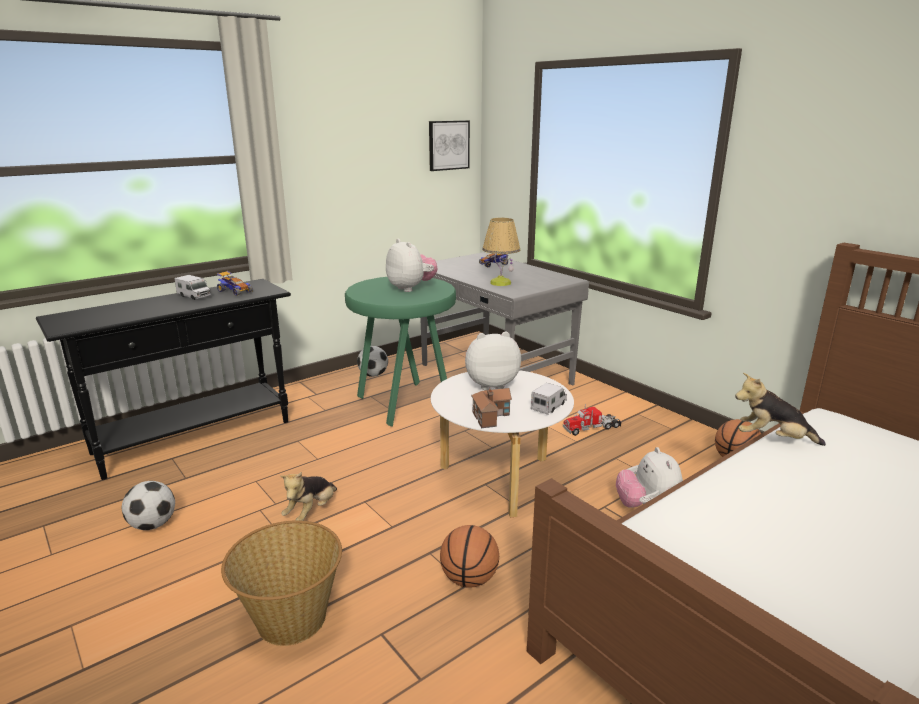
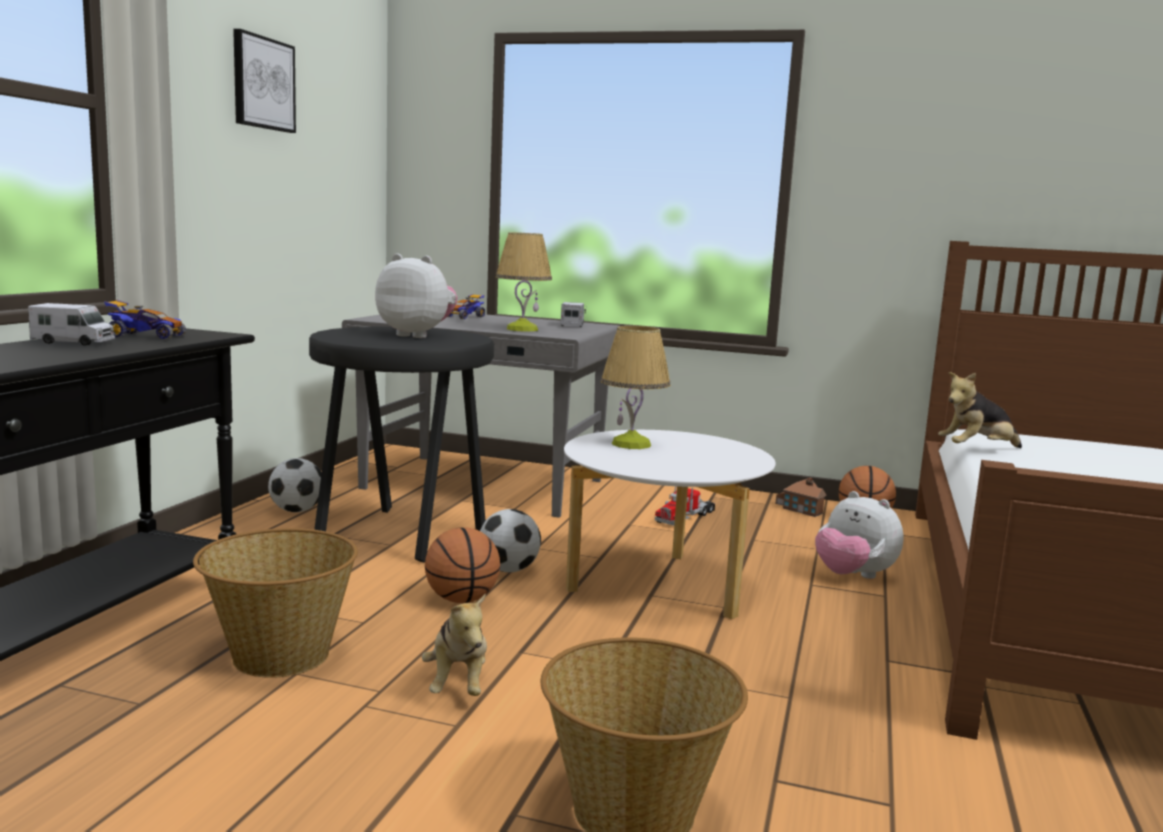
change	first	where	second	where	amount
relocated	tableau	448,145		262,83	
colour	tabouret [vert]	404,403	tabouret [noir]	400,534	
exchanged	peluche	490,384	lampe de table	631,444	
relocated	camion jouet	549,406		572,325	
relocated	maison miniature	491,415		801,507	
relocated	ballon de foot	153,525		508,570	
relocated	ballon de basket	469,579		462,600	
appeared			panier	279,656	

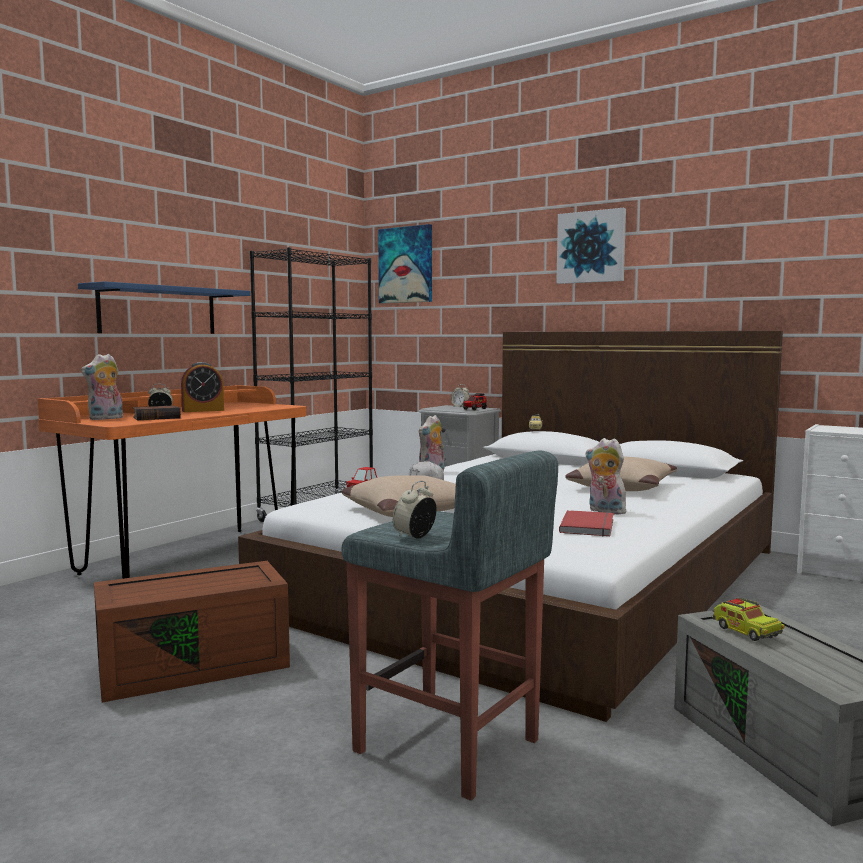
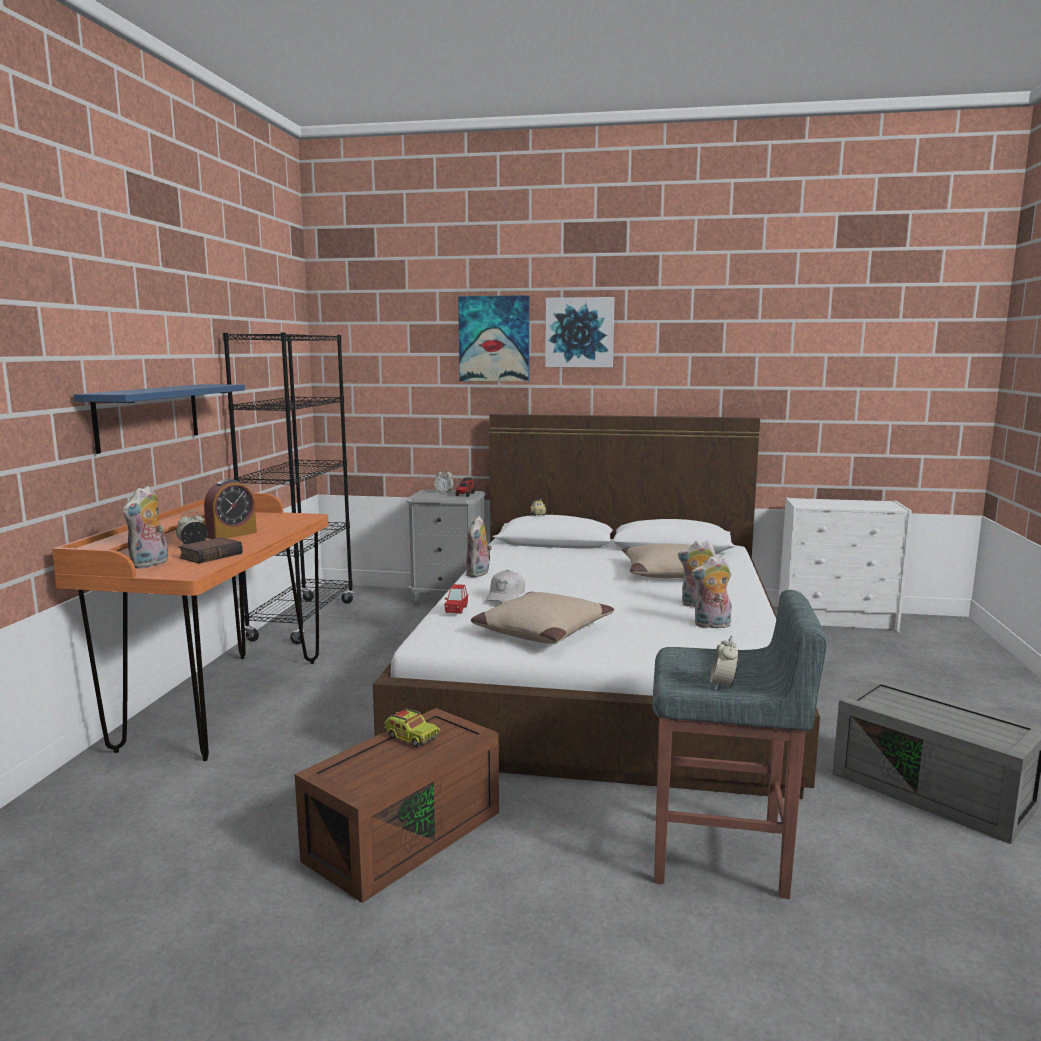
change	first	where	second	where	amount
relocated	tableau	406,265		494,339	
exchanged	livre [rouge]	589,526	peluche	711,625	
relocated	camion jouet	746,631		411,737	

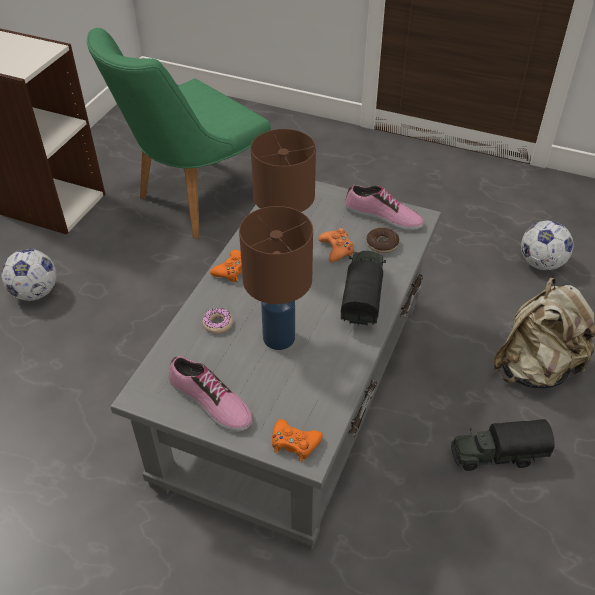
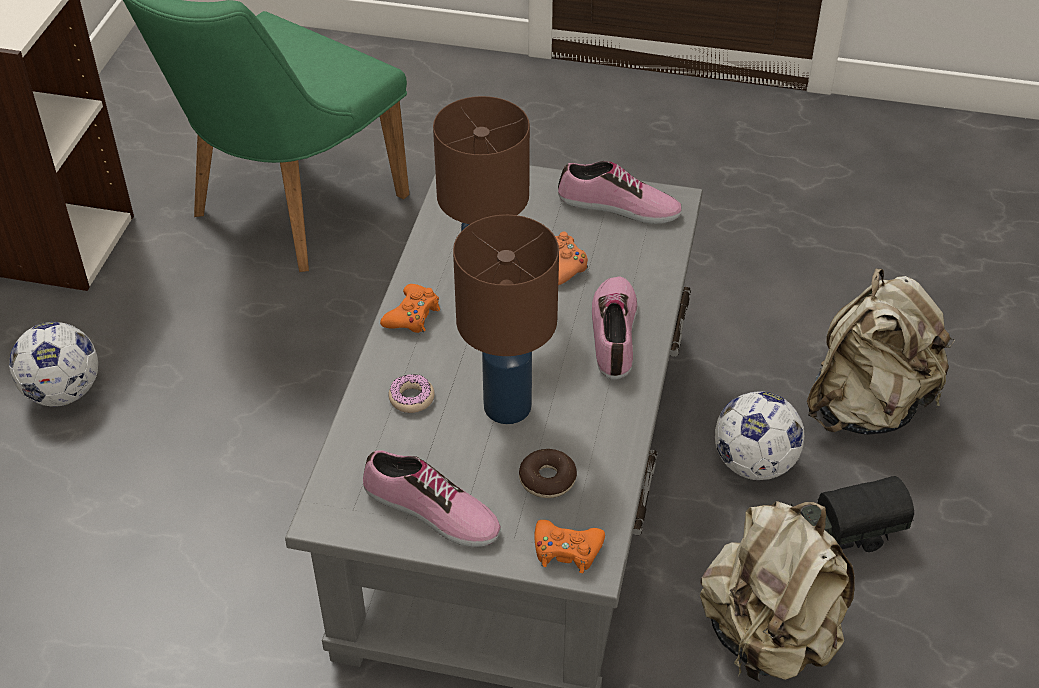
change	first	where	second	where	amount
relocated	ballon de foot	541,263		754,464	
relocated	beignet	382,244		547,480	
exchanged	camion jouet	362,298	chaussure	615,332	
appeared			sac à dos [beige]	769,637	

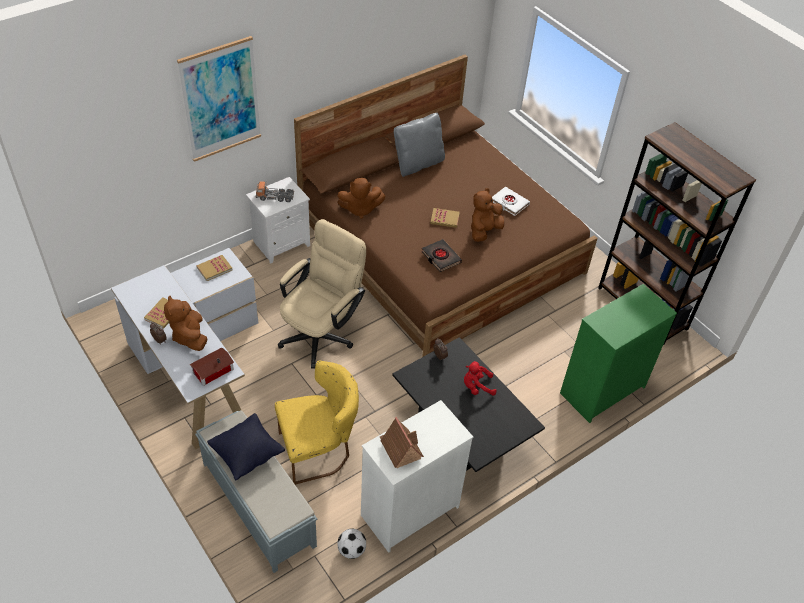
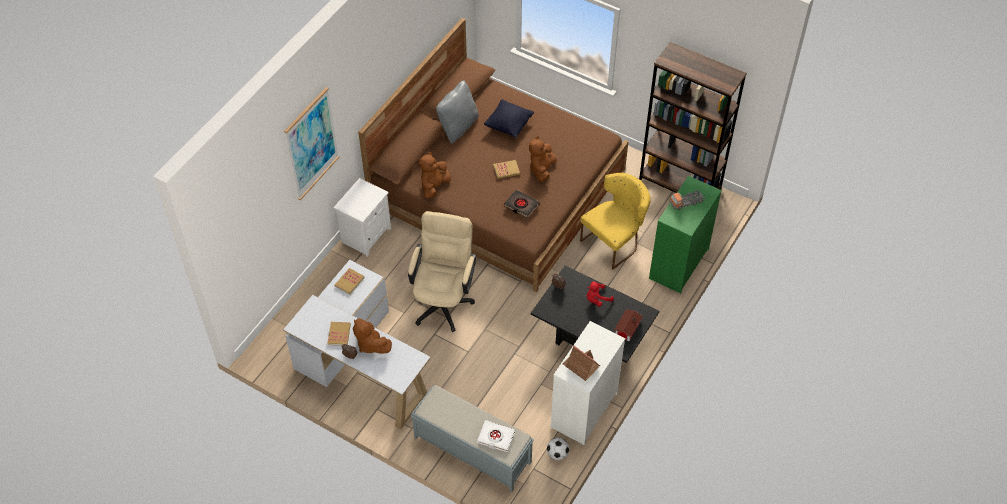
change	first	where	second	where	amount
spun	peluche [marron]	360,209		434,186	150 degrees clockwise
relocated	camion jouet	275,197		686,202	
relocated	livre [blanc]	509,203		496,437	
relocated	maison miniature	211,370		626,328	
relocated	chaise [jaune]	319,450		614,242	
relocated	coussin [noir]	247,454		508,125	

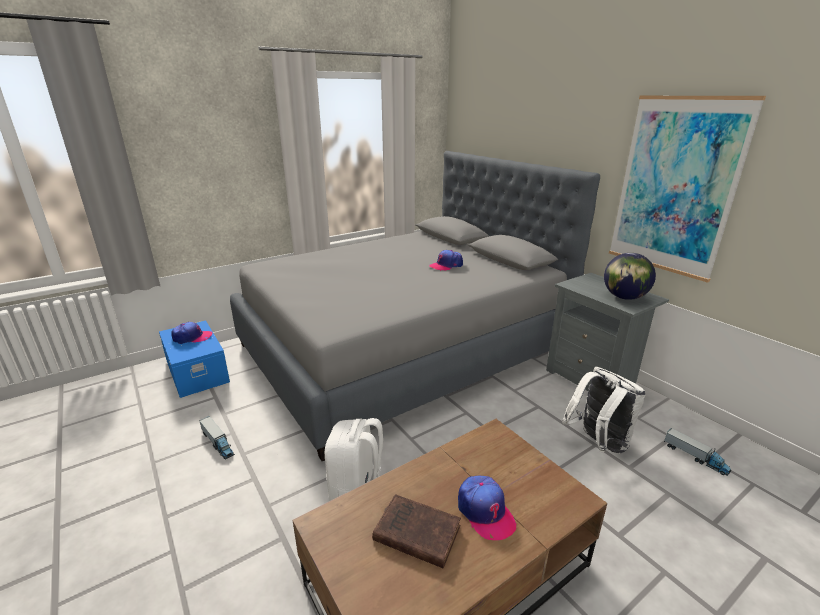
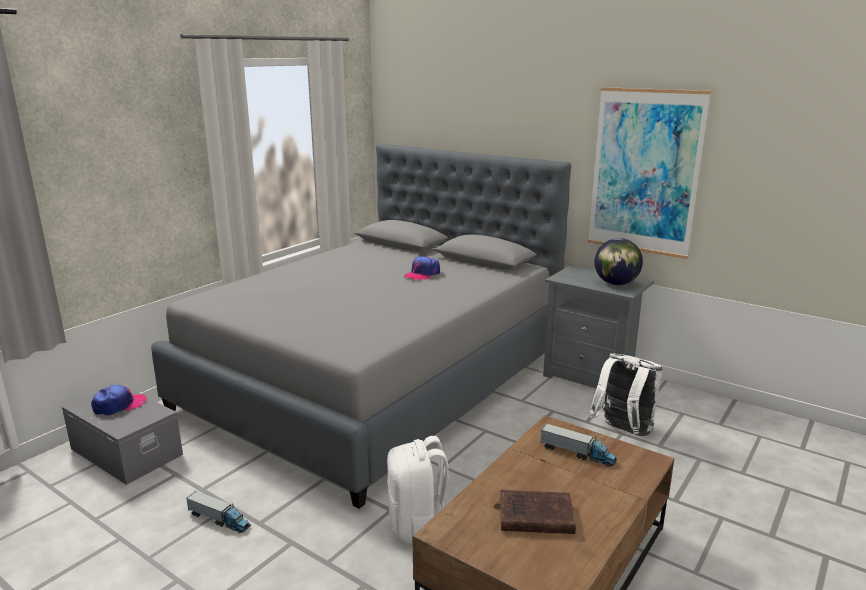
change	first	where	second	where	amount
colour	boîte de rangement [bleu]	198,371	boîte de rangement [gris]	127,451	
relocated	camion jouet	695,457		577,453	
missing	casquette	485,511			

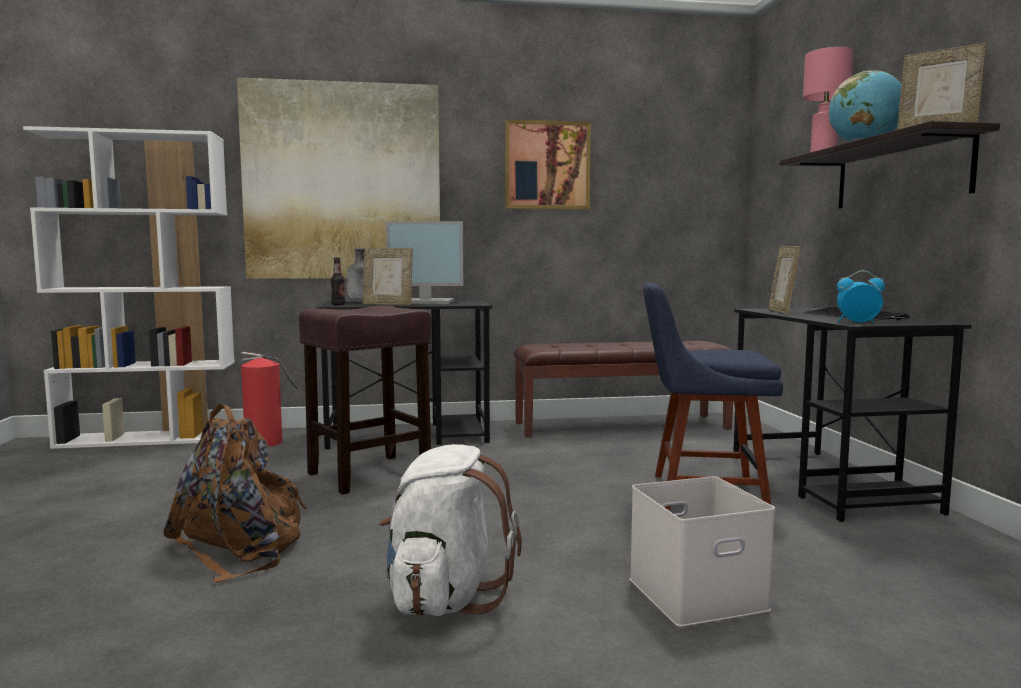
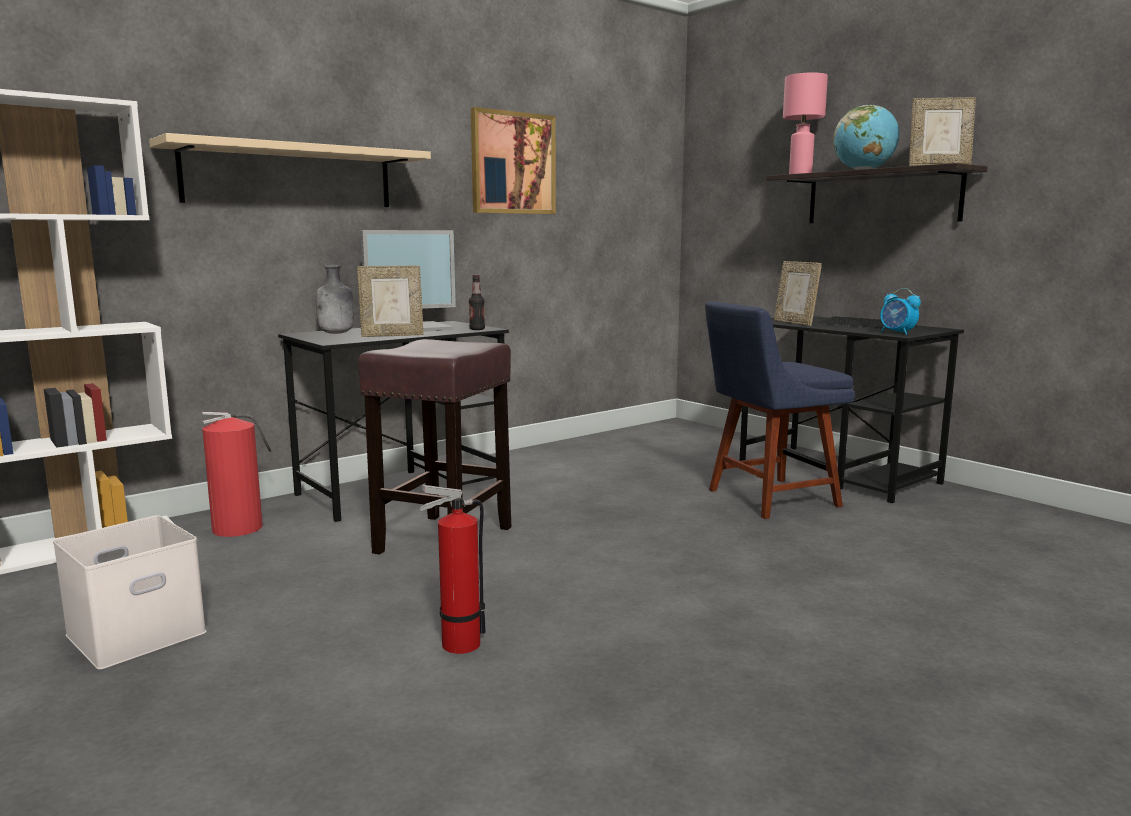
change	first	where	second	where	amount
exchanged	tableau	343,182	étagère [beige]	290,176	
relocated	bouteille	338,304		477,329	
spun	réveil	857,322		897,333	105 degrees counterclockwise
missing	banc [marron]	621,425			
exchanged	sac à dos [marron]	240,546	extincteur	456,645	
missing	sac à dos [blanc]	444,597			
relocated	boîte de rangement [blanc]	697,592		138,632	

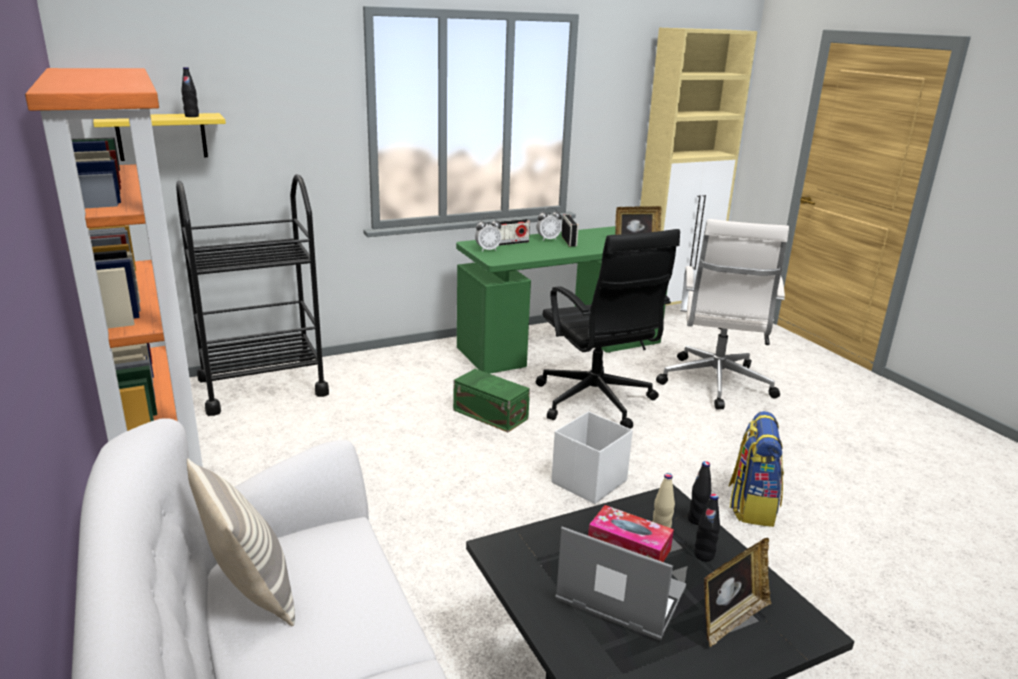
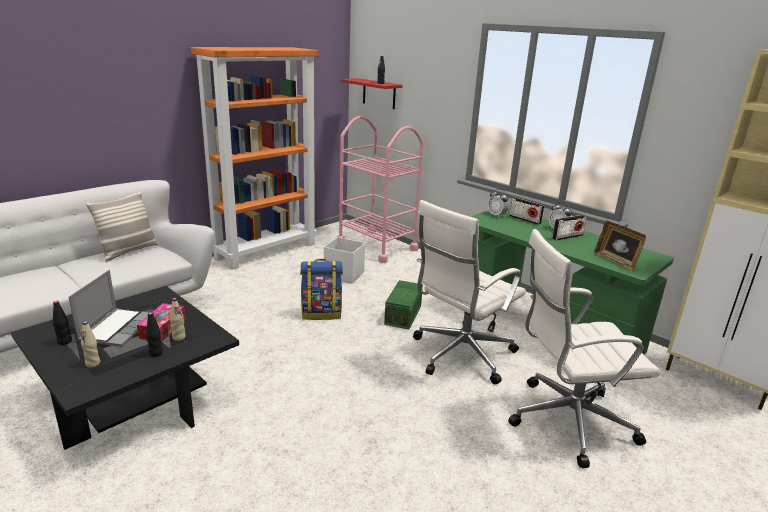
change	first	where	second	where	amount
colour	étagère [jaune]	162,136	étagère [rouge]	379,93	
colour	chariot [noir]	262,386	chariot [rose]	377,246	
colour	chaise de bureau [noir]	595,402	chaise de bureau [blanc]	460,355	
relocated	sac à dos	751,506		321,313	
relocated	boîte de rangement [blanc]	588,482		343,274	
relocated	bouteille [noir]	696,519		64,341	
exchanged	cadre photo	731,619	bouteille [beige]	93,364	

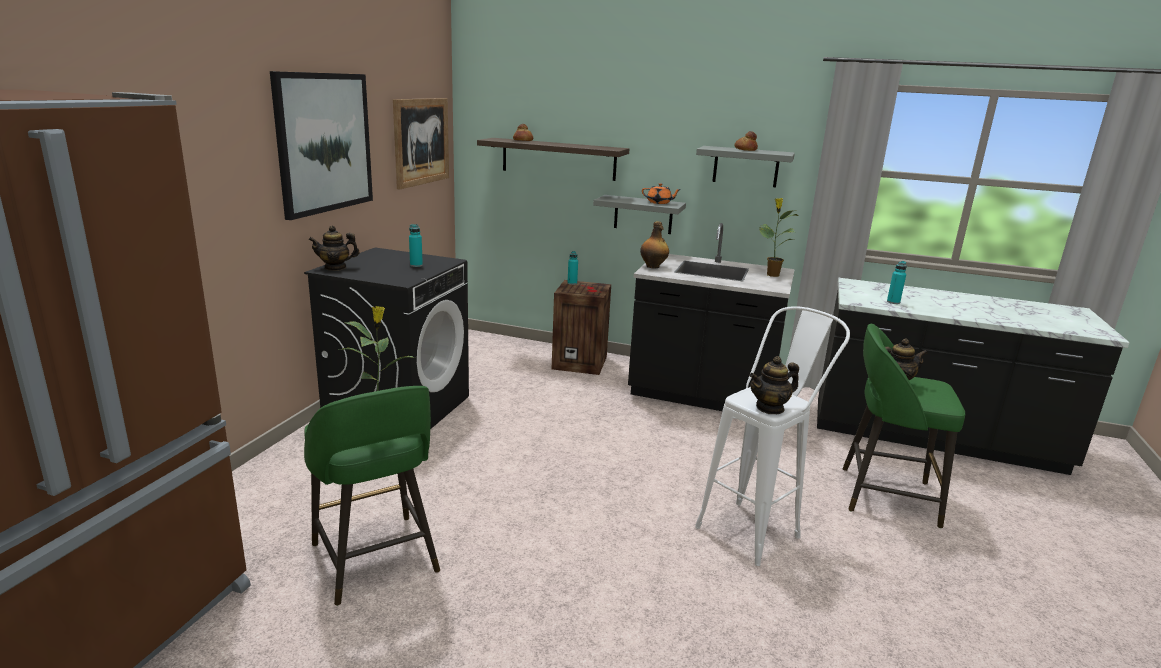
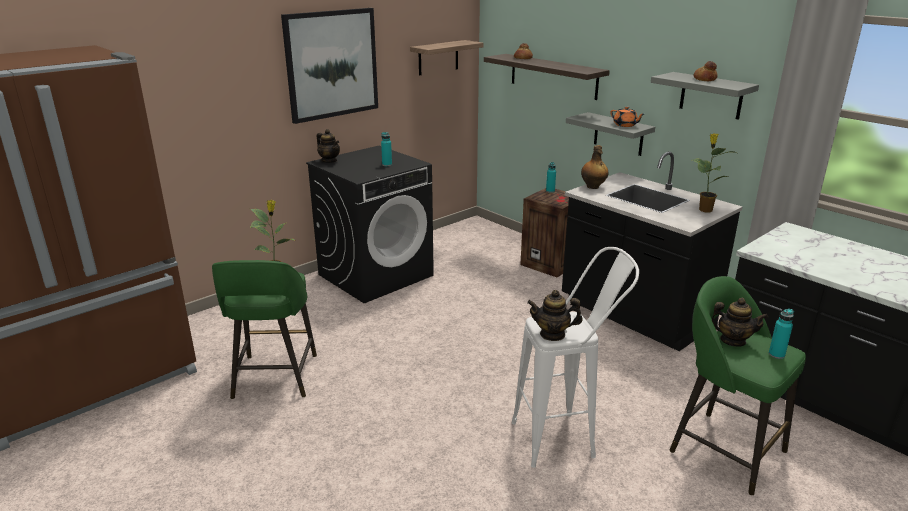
change	first	where	second	where	amount
exchanged	tableau	421,141	étagère	438,57	
spun	théière	335,268		329,161	150 degrees counterclockwise
relocated	bouteille [turquoise]	893,302		776,354	

